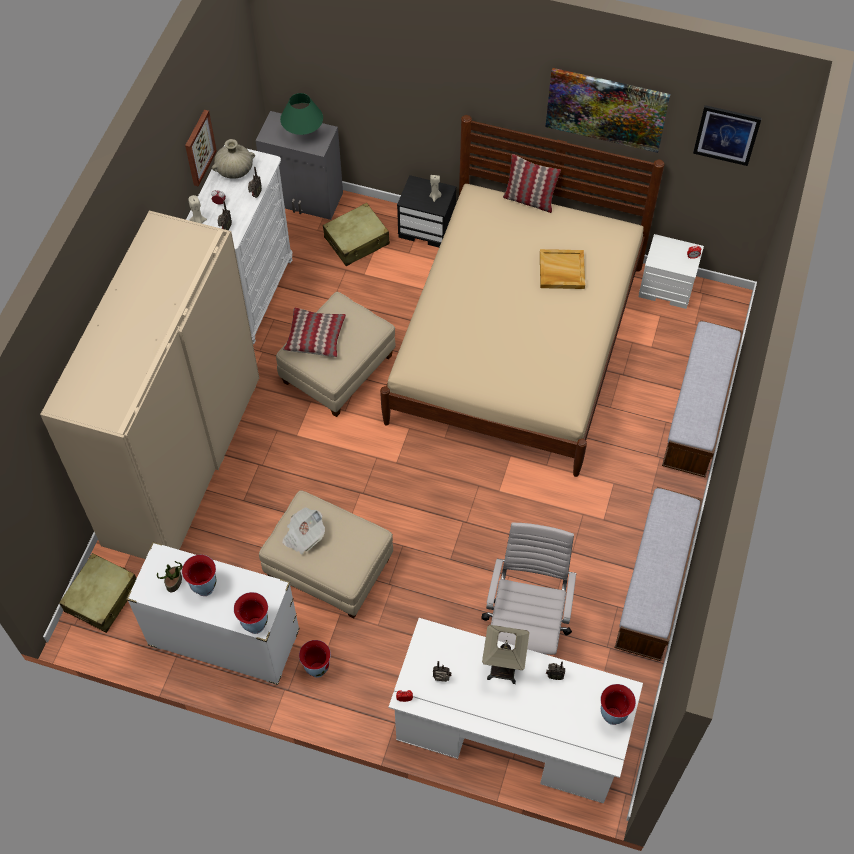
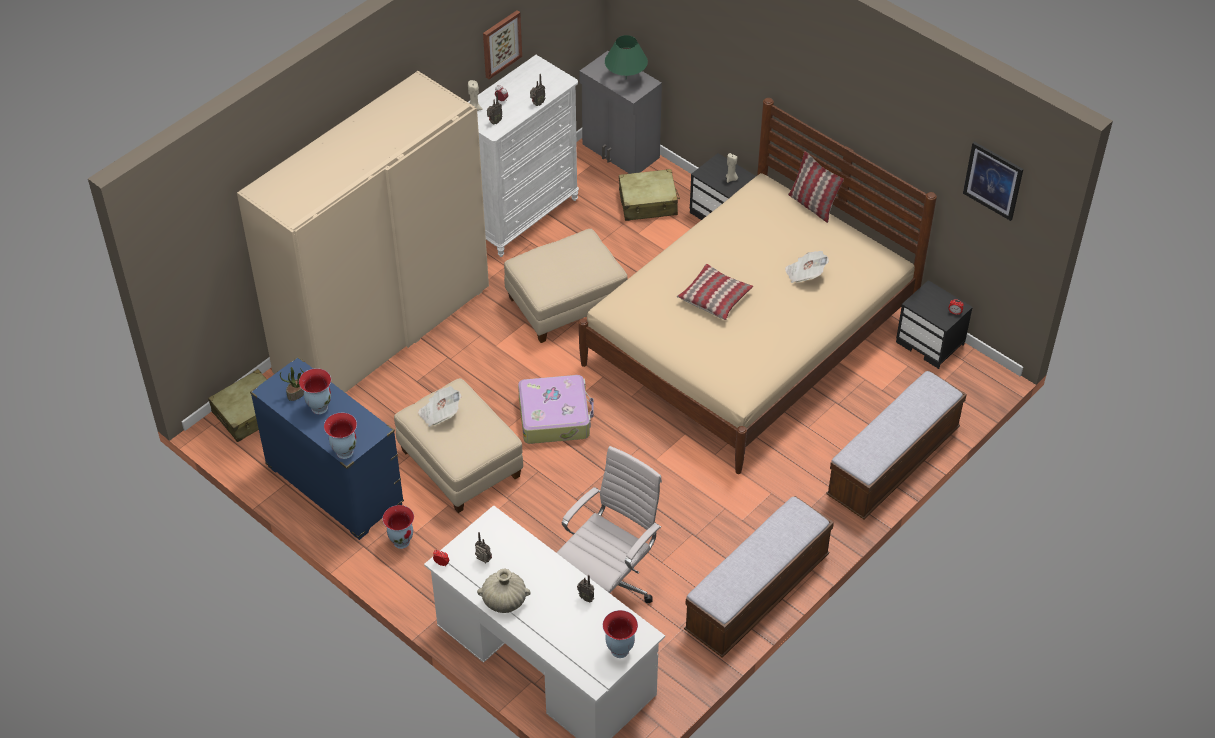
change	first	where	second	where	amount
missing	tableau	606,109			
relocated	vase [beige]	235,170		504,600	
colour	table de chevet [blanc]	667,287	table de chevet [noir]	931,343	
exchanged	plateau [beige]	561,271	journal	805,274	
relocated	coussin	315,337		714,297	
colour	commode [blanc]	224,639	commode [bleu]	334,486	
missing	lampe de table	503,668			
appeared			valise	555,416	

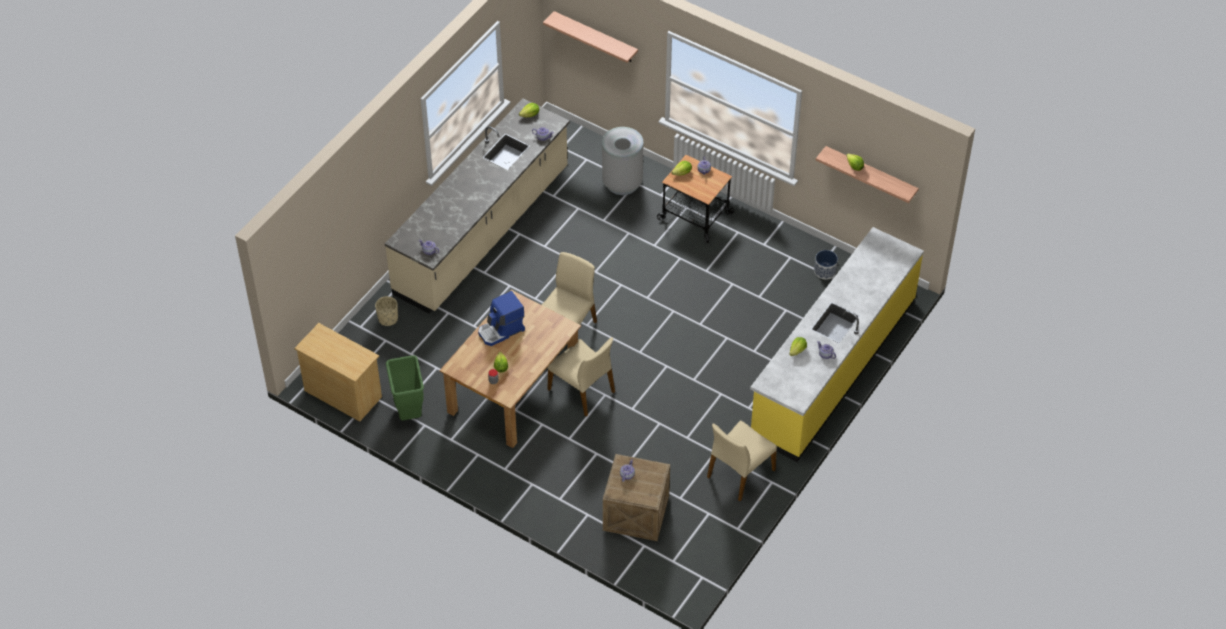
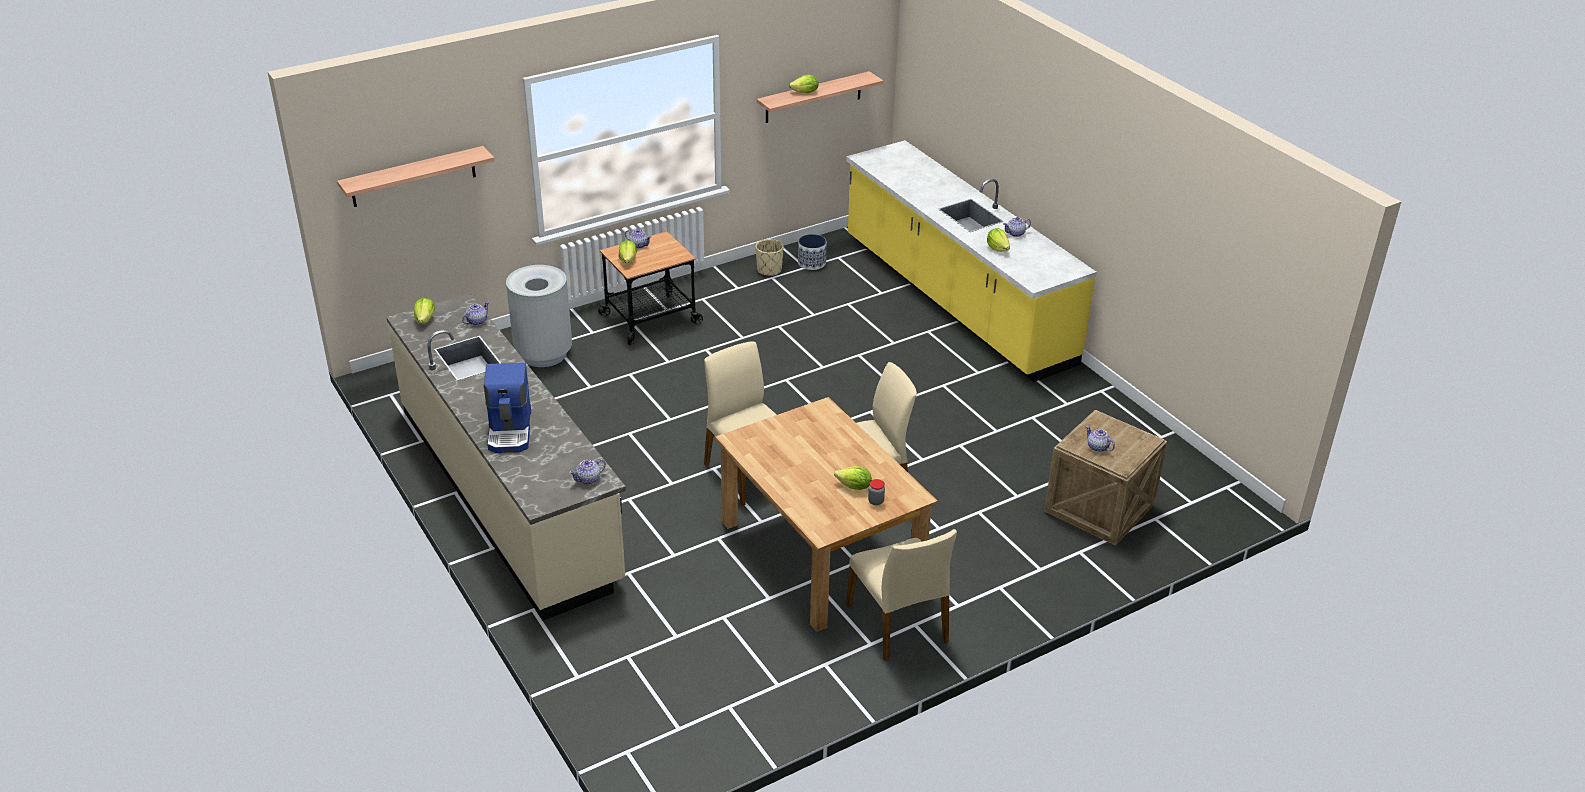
change	first	where	second	where	amount
relocated	machine à café	501,331		511,431	
relocated	cache-pot [beige]	388,318		769,270	
missing	commode [beige]	342,393			
missing	poubelle [vert]	409,412			
relocated	chaise [beige]	739,473		898,624	

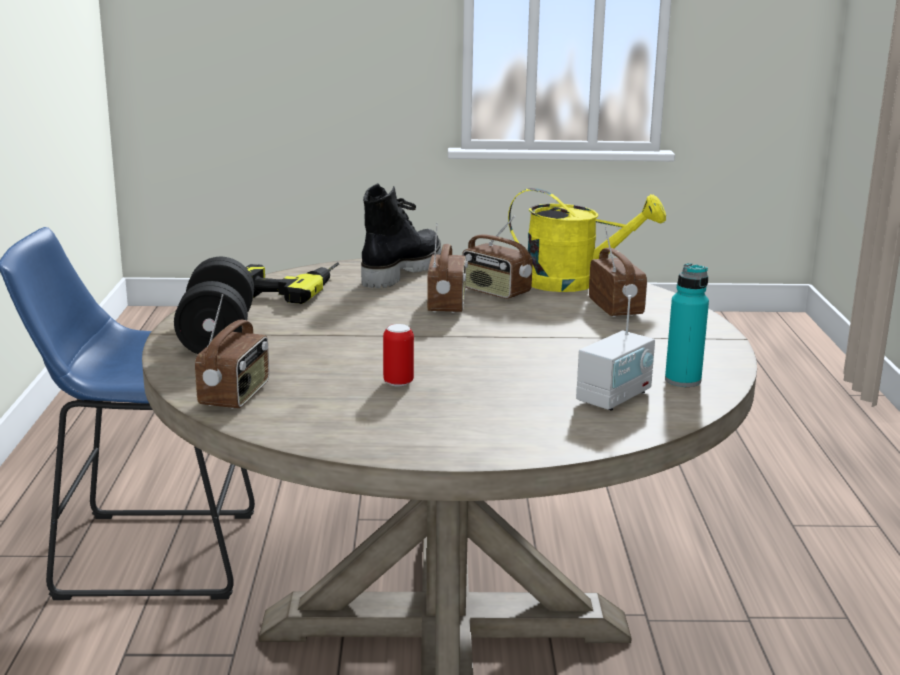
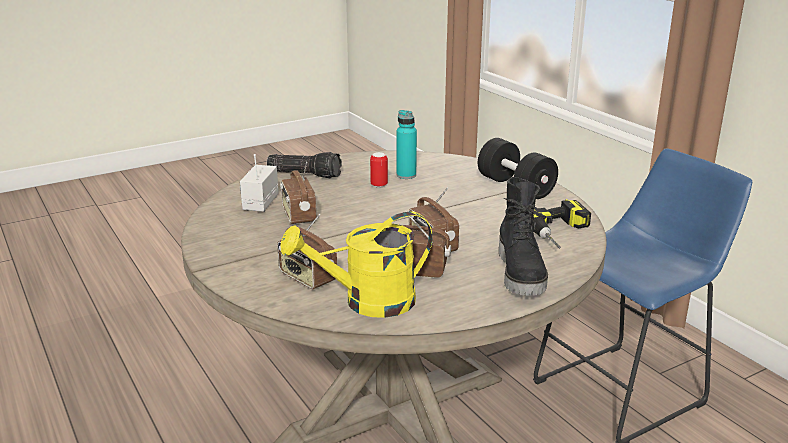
change	first	where	second	where	amount
relocated	bouteille [turquoise]	682,380		406,175	
relocated	radio	236,396		298,216	
appeared			lampe de poche	305,174	

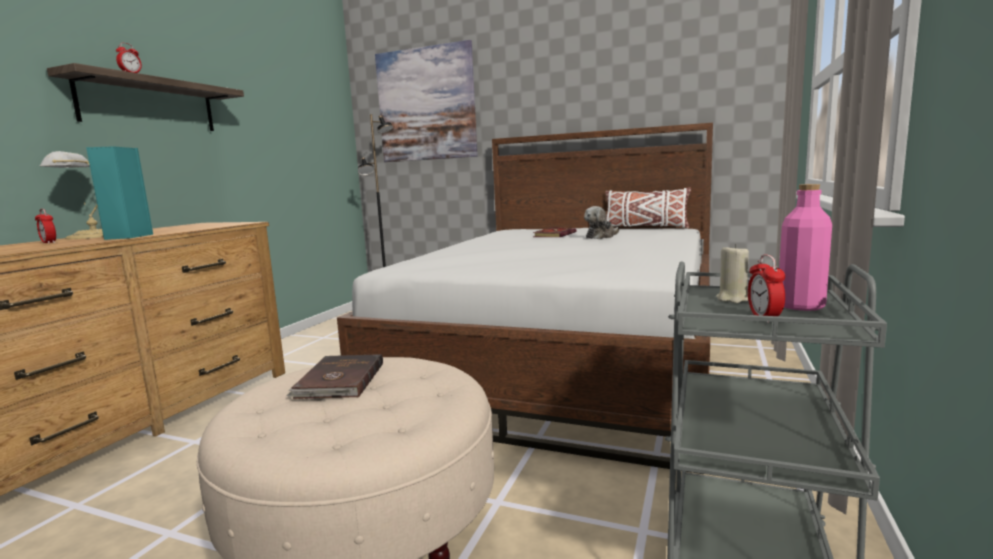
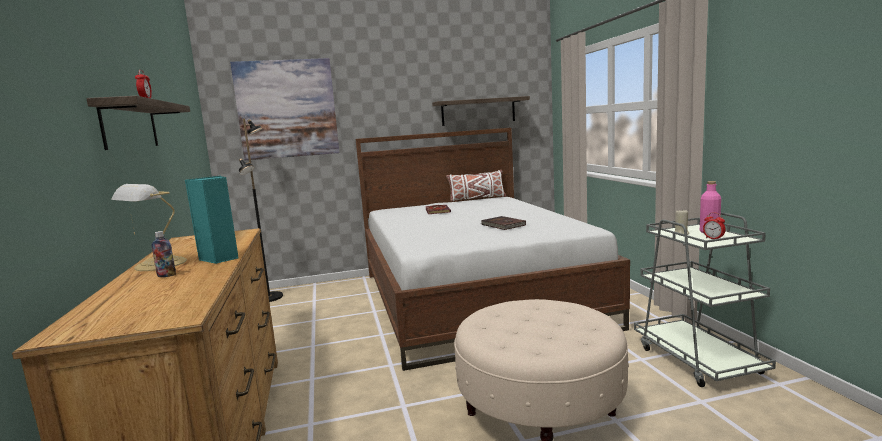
change	first	where	second	where	amount
missing	peluche	601,237			
exchanged	réveil	49,243	bouteille	166,275	
relocated	livre [marron]	339,380		503,225	
appeared			étagère	478,111	

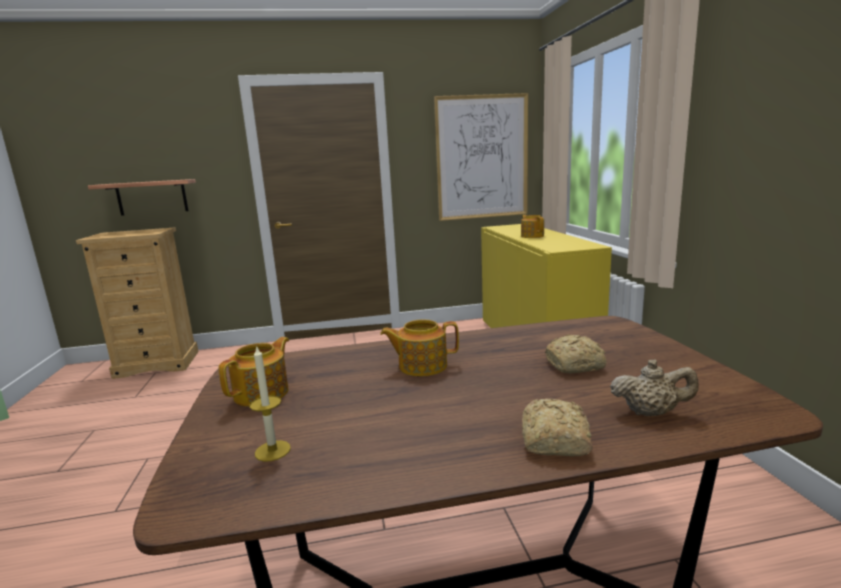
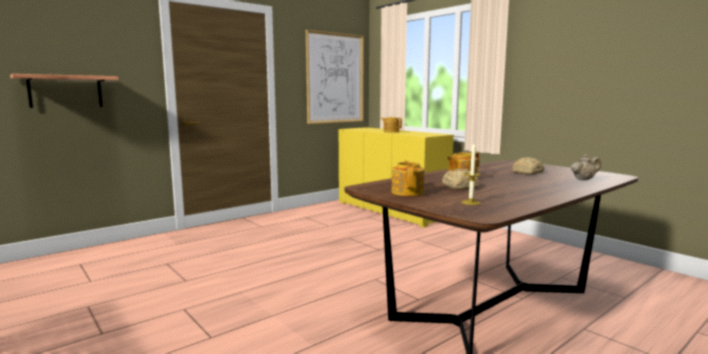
change	first	where	second	where	amount
missing	commode [beige]	158,364			
relocated	pain	554,442		460,187	

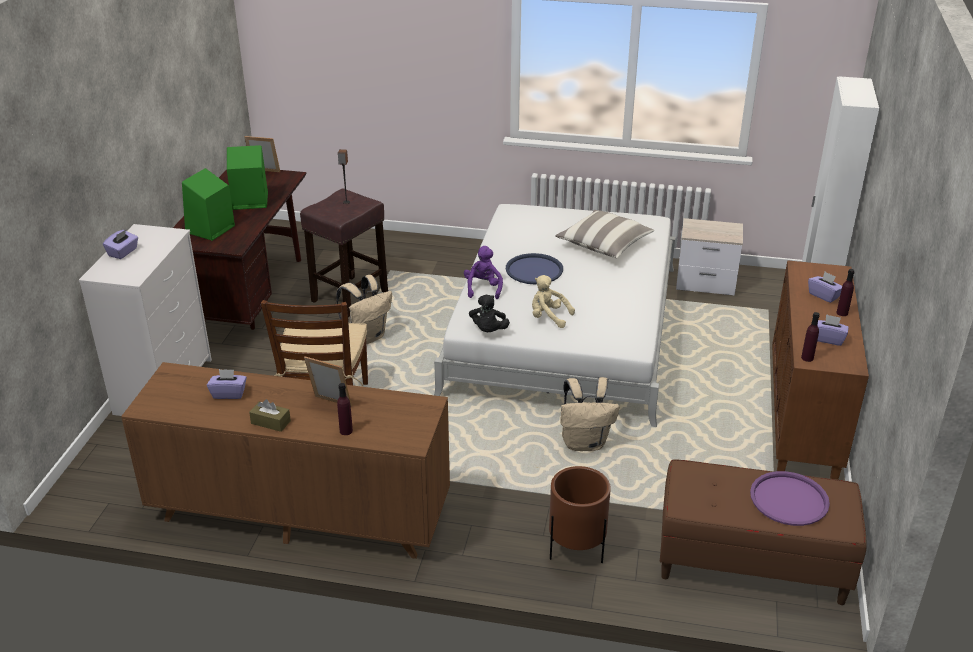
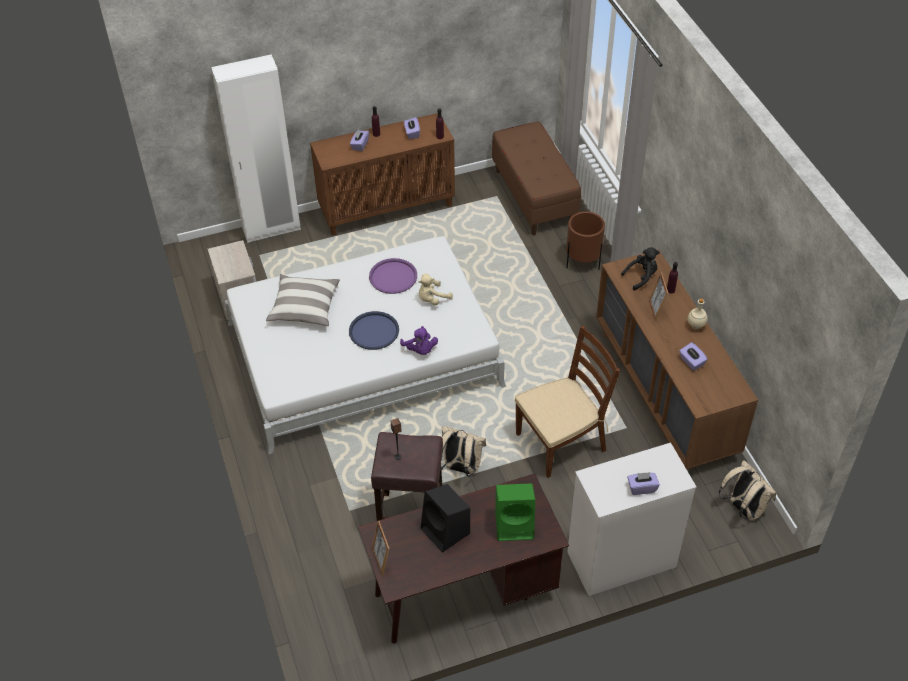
change	first	where	second	where	amount
colour	enceinte [vert]	249,201	enceinte [noir]	446,531	
spun	peluche [violet]	483,288		420,350	90 degrees counterclockwise
spun	peluche [beige]	548,317		432,299	60 degrees clockwise
relocated	peluche [noir]	488,331		641,277	
relocated	sac à dos [beige]	585,443		743,508	
exchanged	boîte à mouchoirs [marron]	270,422	bouteille [beige]	695,326	
relocated	plateau [violet]	788,499		393,277	

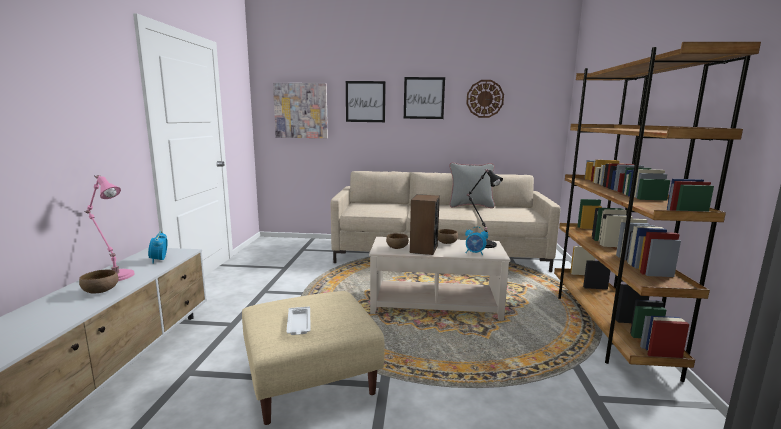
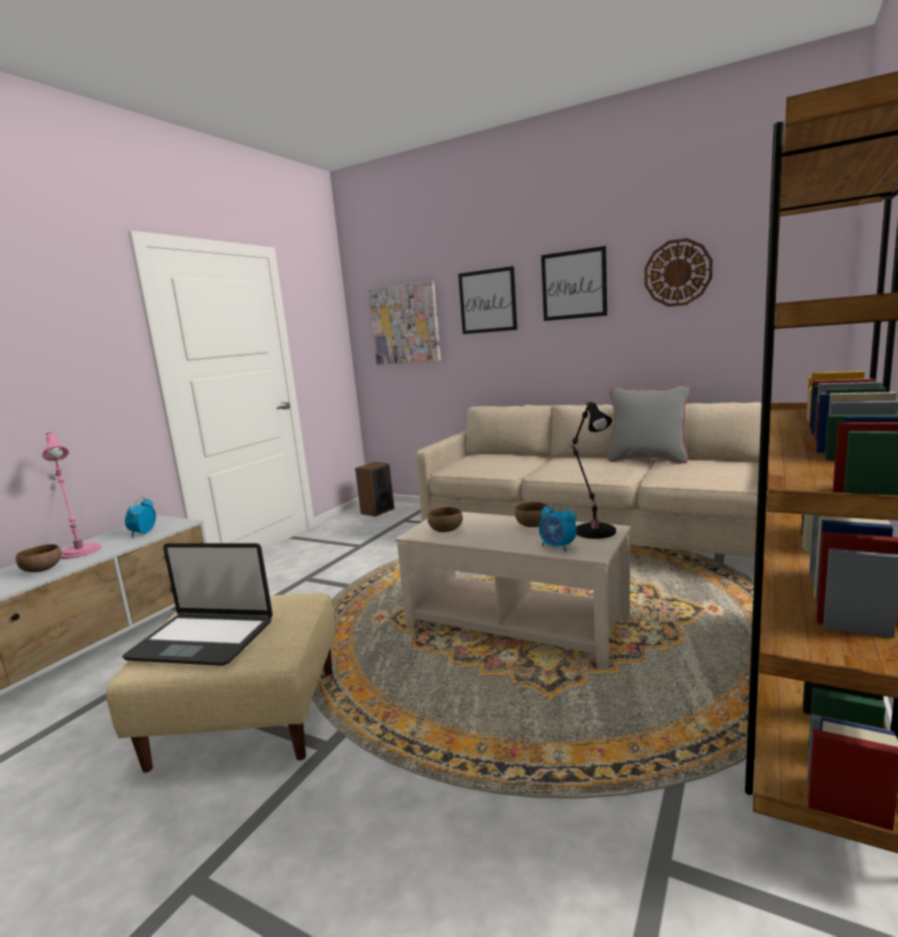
change	first	where	second	where	amount
relocated	enceinte	423,249		377,511	
exchanged	plateau [blanc]	299,324	ordinateur portable	203,639	

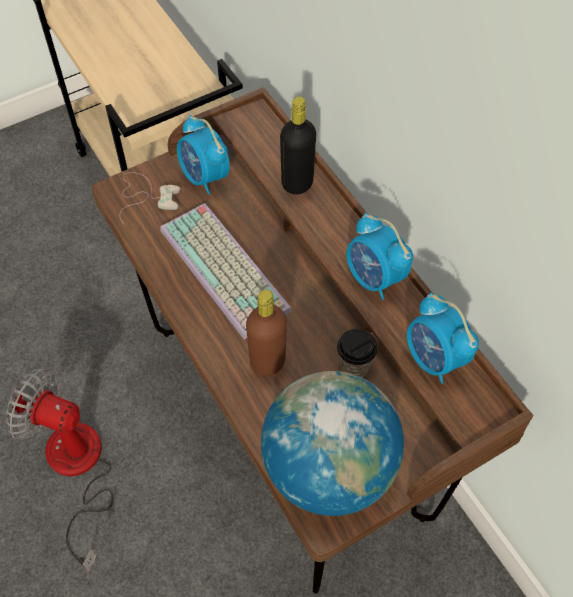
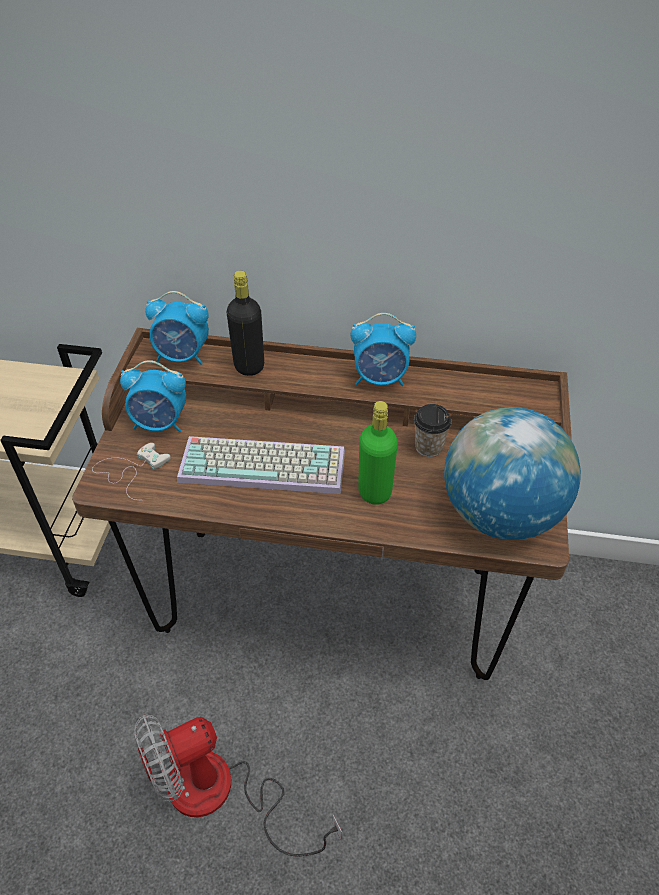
change	first	where	second	where	amount
colour	bouteille [marron]	267,361	bouteille [vert]	375,492	
relocated	réveil	434,359		183,356	

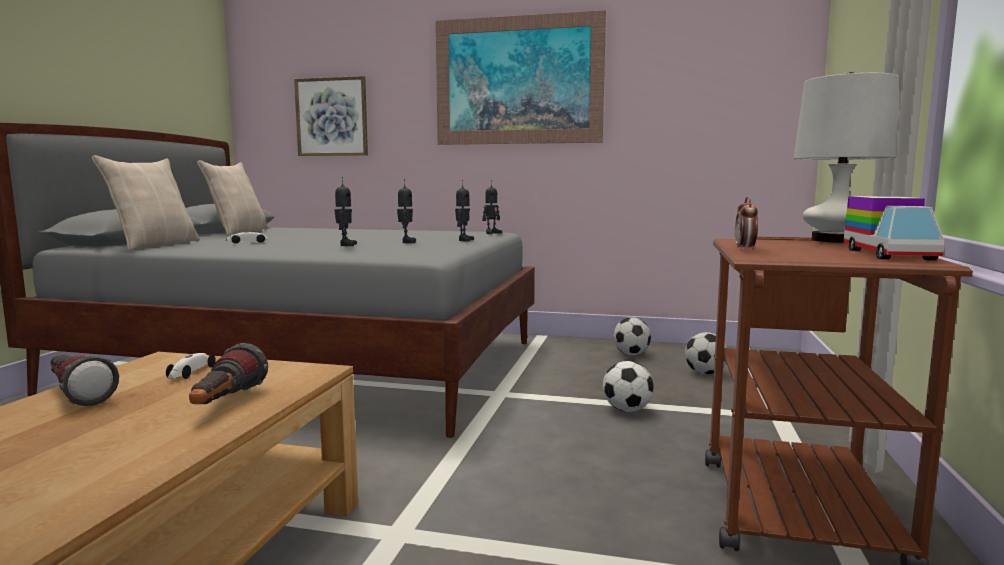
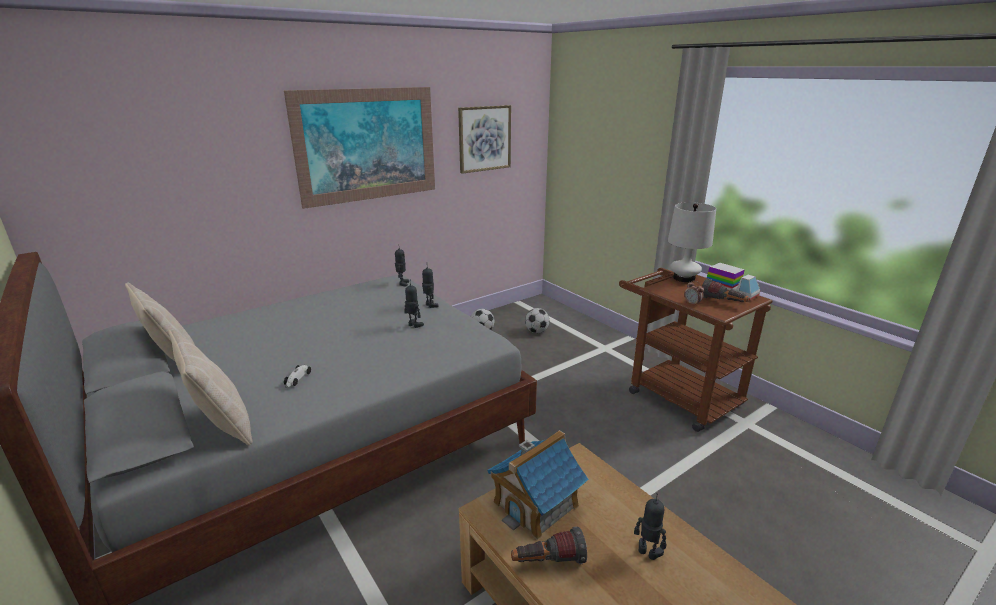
change	first	where	second	where	amount
relocated	tableau	332,117		484,138	
relocated	robot jouet	345,245		647,553	
relocated	lampe de poche	225,404		723,303	
exchanged	petite voiture	190,372	maison miniature	536,504	
missing	ballon de foot	627,410			

